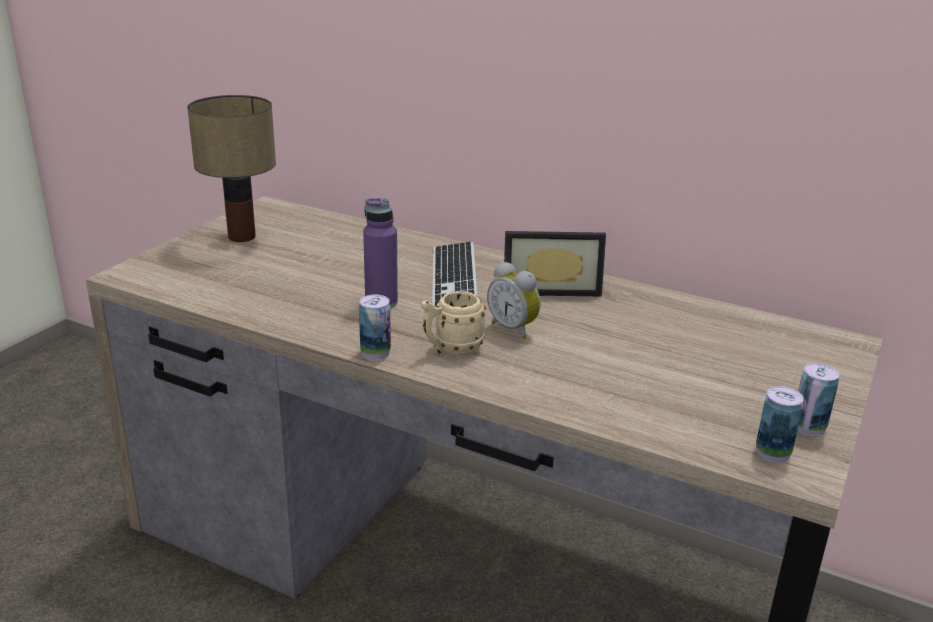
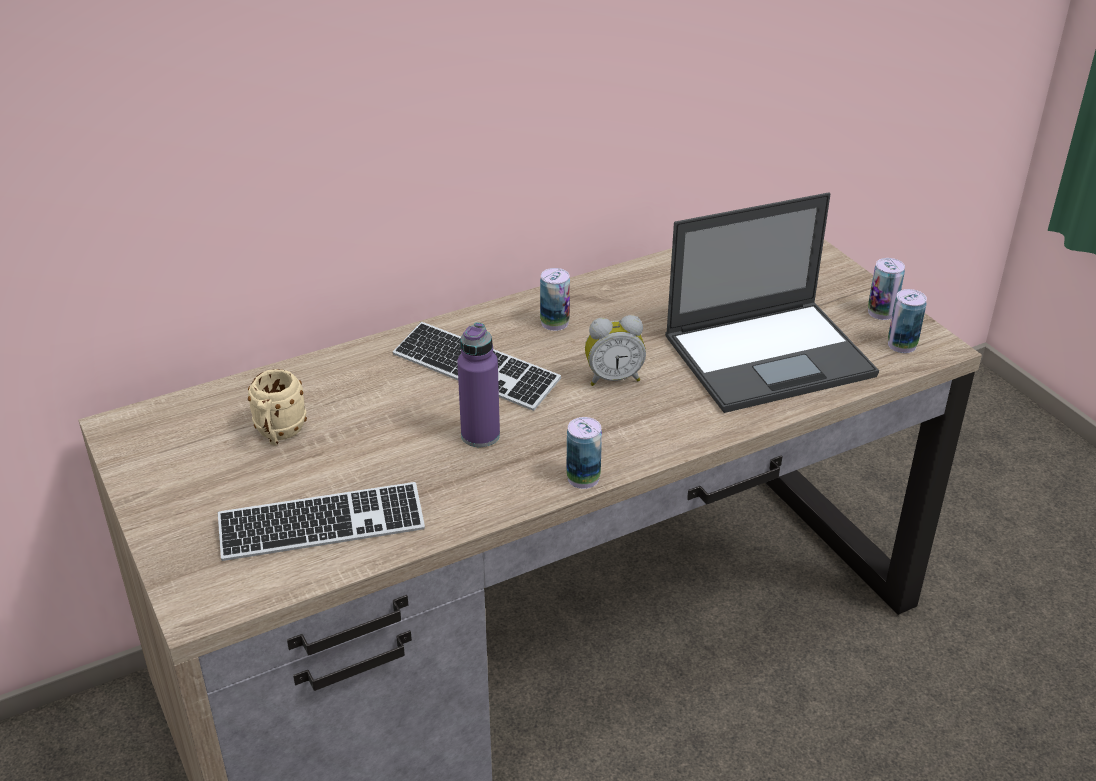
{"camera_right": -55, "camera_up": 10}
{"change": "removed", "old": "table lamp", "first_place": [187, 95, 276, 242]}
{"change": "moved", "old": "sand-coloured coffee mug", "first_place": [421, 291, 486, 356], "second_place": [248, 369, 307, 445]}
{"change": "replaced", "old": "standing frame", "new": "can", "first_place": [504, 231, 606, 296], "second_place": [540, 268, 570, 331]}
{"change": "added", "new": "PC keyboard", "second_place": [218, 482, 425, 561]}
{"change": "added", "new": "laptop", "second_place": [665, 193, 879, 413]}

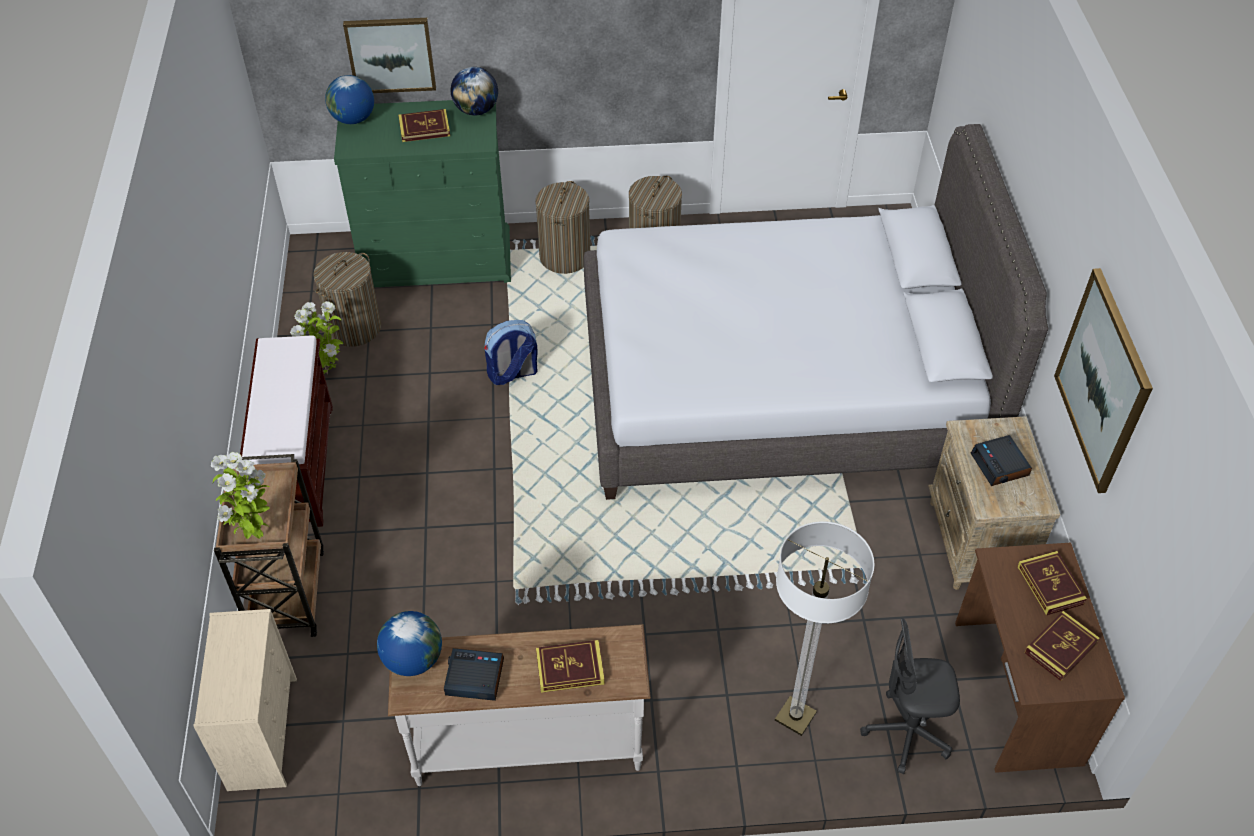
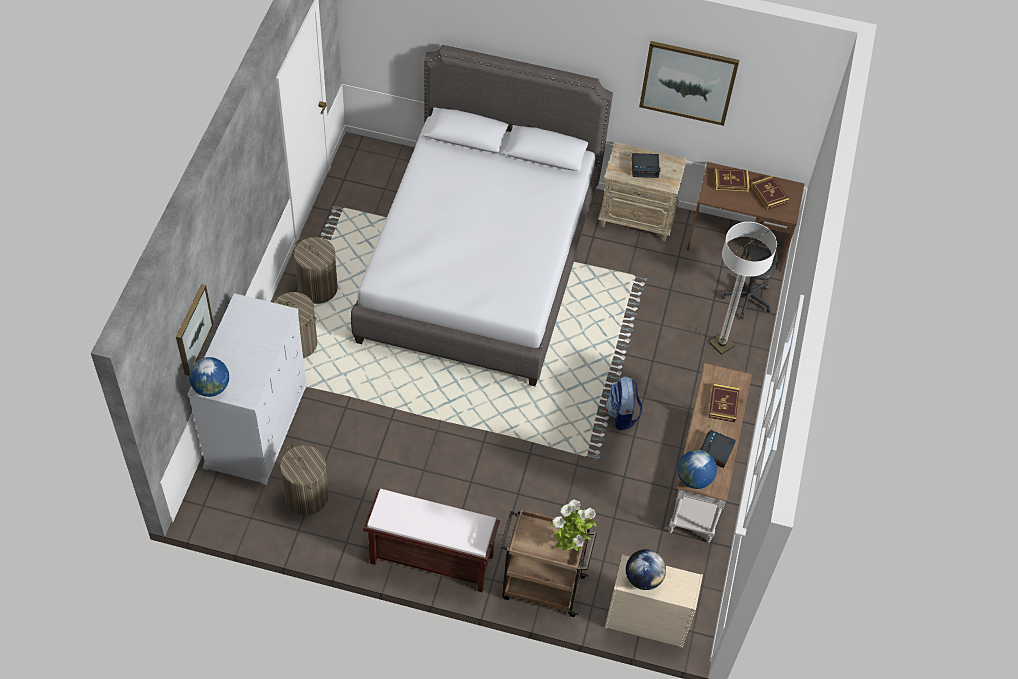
{"camera_right": -75, "camera_up": 5}
{"change": "removed", "old": "plant in a pot", "first_place": [290, 301, 343, 375]}
{"change": "recoloured", "old": "greenish drawer chest", "new": "white drawer chest", "first_place": [334, 100, 511, 287], "second_place": [188, 293, 308, 485]}
{"change": "removed", "old": "book", "first_place": [398, 109, 450, 142]}
{"change": "moved", "old": "globe", "first_place": [451, 67, 498, 116], "second_place": [626, 549, 666, 590]}
{"change": "moved", "old": "backpack", "first_place": [484, 320, 538, 385], "second_place": [605, 377, 643, 430]}

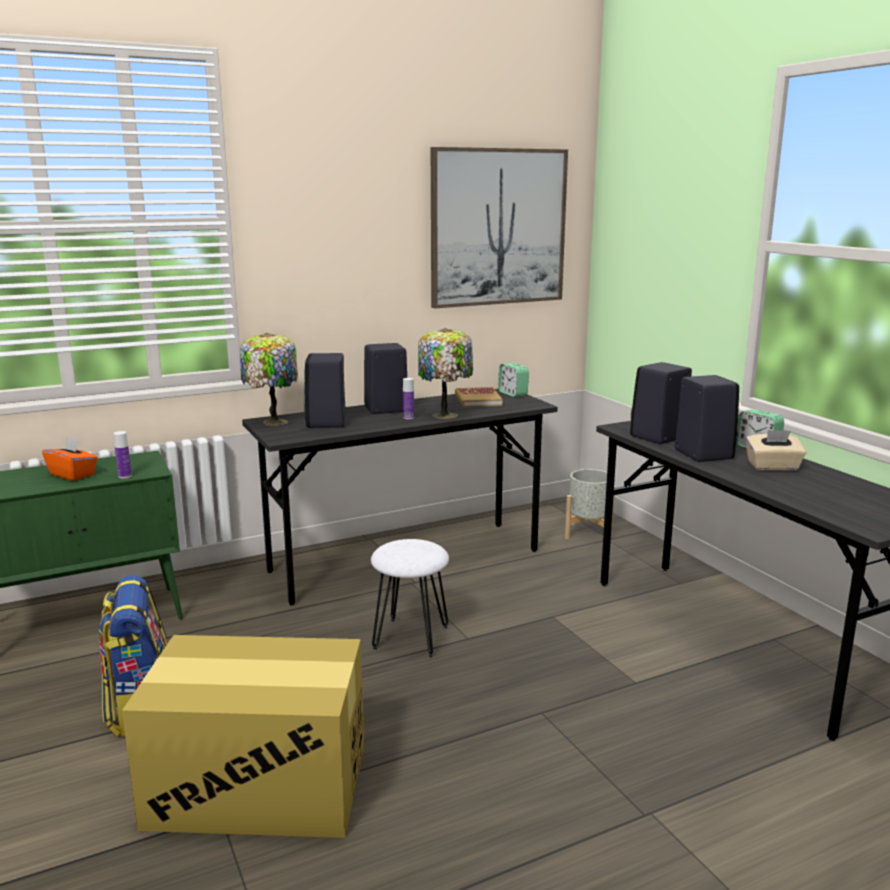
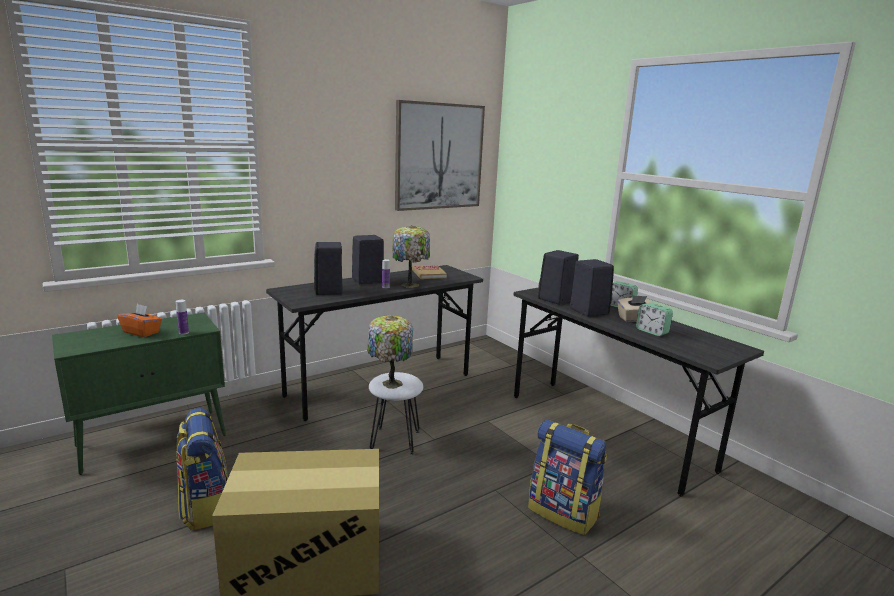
{"camera_right": -10, "camera_up": 0}
{"change": "moved", "old": "table lamp", "first_place": [240, 333, 298, 426], "second_place": [367, 315, 413, 389]}
{"change": "moved", "old": "table clock", "first_place": [498, 363, 529, 397], "second_place": [636, 303, 673, 336]}
{"change": "removed", "old": "greyish flower pot", "first_place": [565, 469, 615, 539]}
{"change": "added", "new": "backpack", "second_place": [528, 420, 607, 535]}

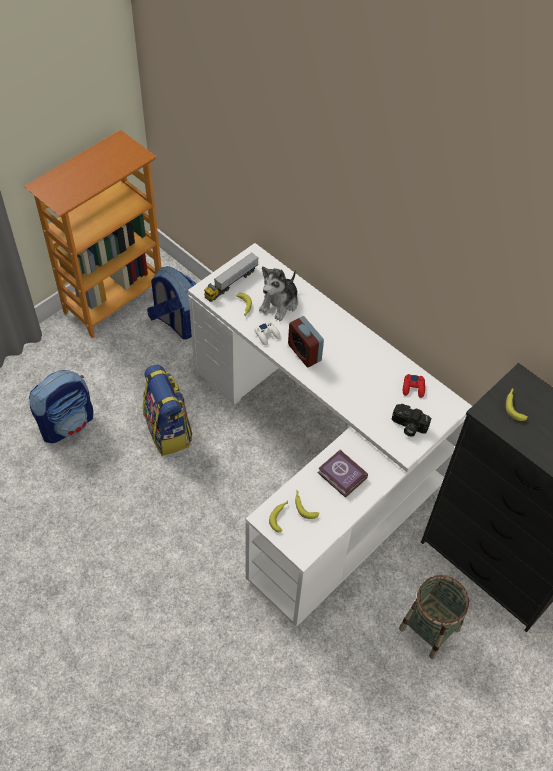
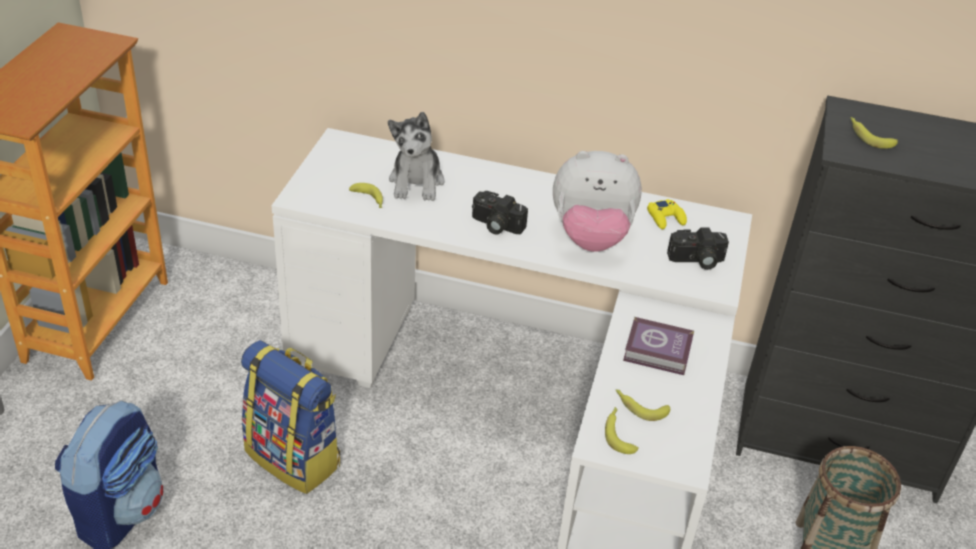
{"camera_right": -30, "camera_up": -15}
{"change": "removed", "old": "backpack", "first_place": [147, 266, 196, 340]}
{"change": "removed", "old": "model truck", "first_place": [204, 252, 259, 302]}
{"change": "removed", "old": "white joypad", "first_place": [254, 321, 281, 345]}
{"change": "replaced", "old": "table clock", "new": "photo camera", "first_place": [288, 316, 324, 368], "second_place": [472, 191, 528, 234]}
{"change": "recoloured", "old": "red joypad", "new": "yellowish joypad", "first_place": [403, 374, 425, 398], "second_place": [647, 199, 687, 229]}
{"change": "added", "new": "plush toy", "second_place": [553, 151, 642, 252]}

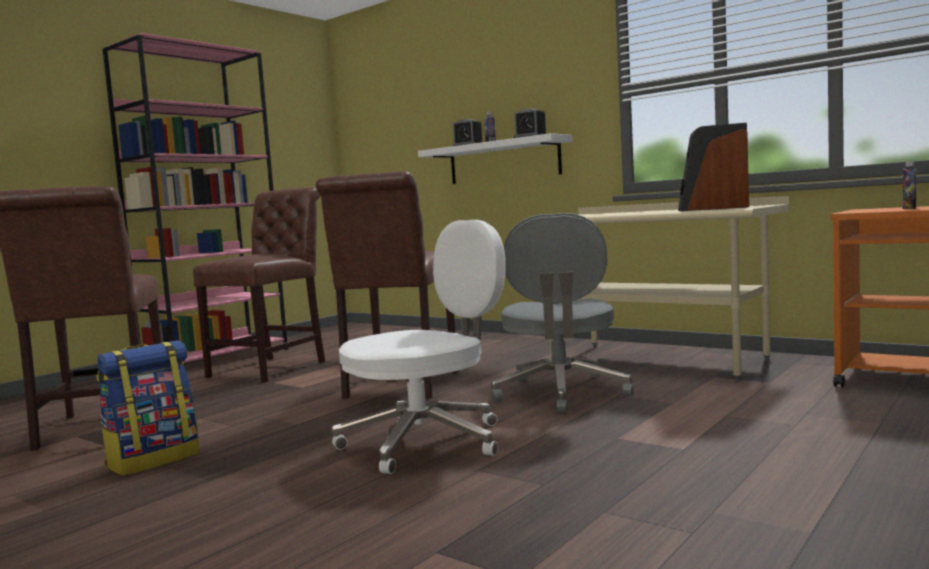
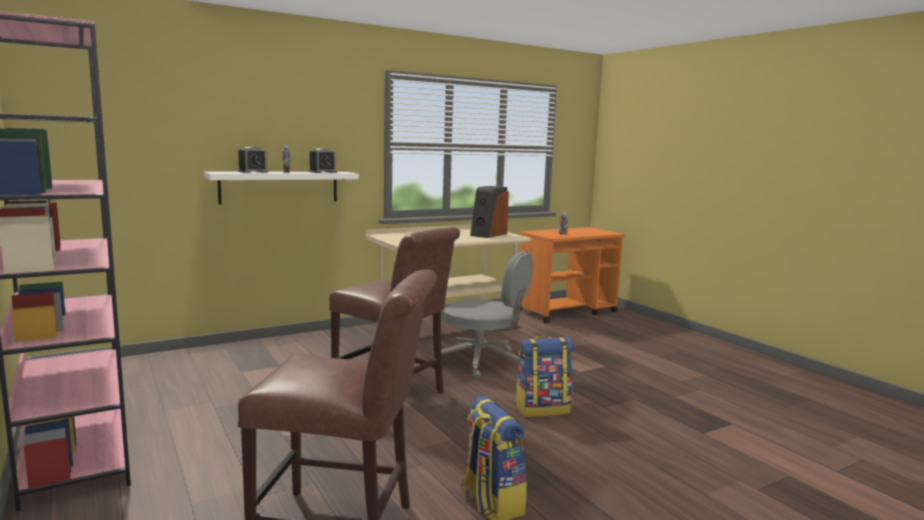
{"camera_right": -70, "camera_up": 5}
{"change": "removed", "old": "brown-coloured chair", "first_place": [193, 187, 325, 383]}
{"change": "replaced", "old": "white desk chair", "new": "backpack", "first_place": [331, 220, 505, 474], "second_place": [515, 336, 574, 417]}

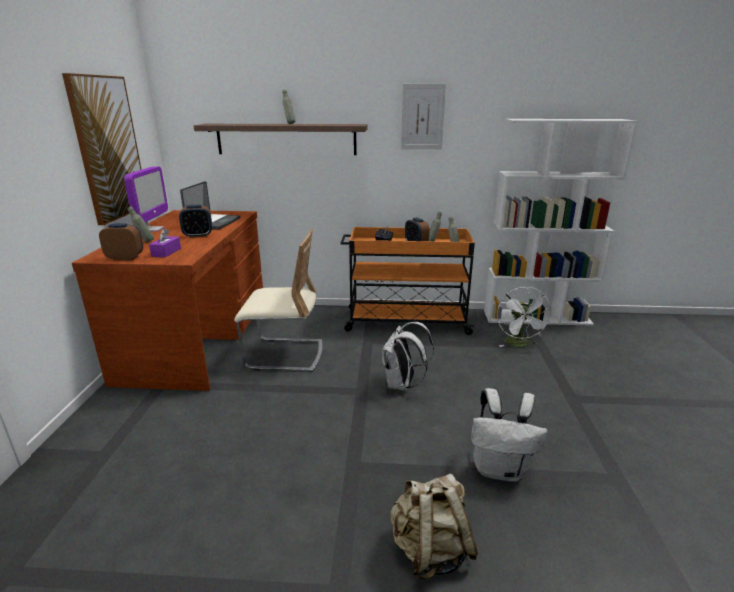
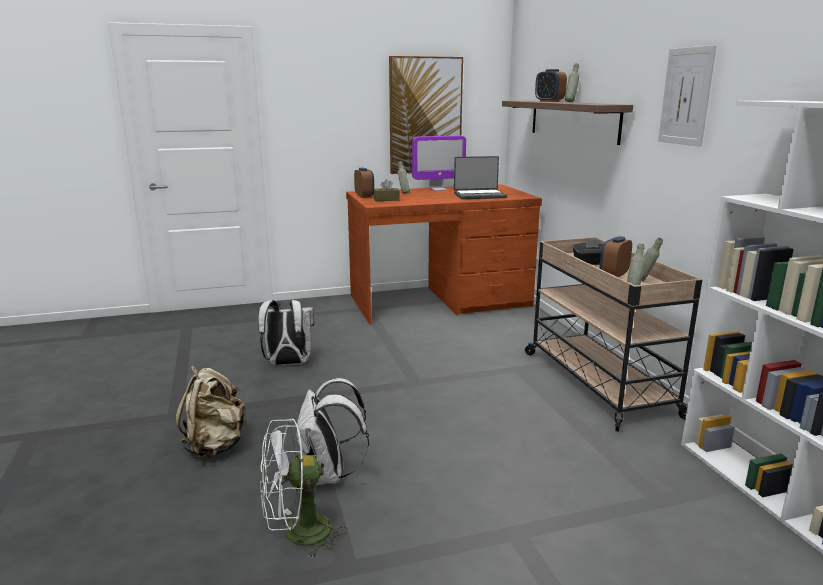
{"camera_right": 70, "camera_up": -5}
{"change": "recoloured", "old": "purple tissue box", "new": "brown-coloured tissue box", "first_place": [149, 228, 181, 257], "second_place": [374, 179, 400, 201]}
{"change": "moved", "old": "table clock", "first_place": [179, 205, 212, 238], "second_place": [535, 69, 567, 102]}
{"change": "removed", "old": "sand-coloured chair", "first_place": [234, 229, 323, 372]}
{"change": "recoloured", "old": "orangey trolley", "new": "sand-coloured trolley", "first_place": [341, 227, 475, 335], "second_place": [525, 237, 702, 432]}
{"change": "moved", "old": "white backpack", "first_place": [382, 322, 434, 391], "second_place": [258, 300, 314, 365]}
{"change": "moved", "old": "white cooling fan", "first_place": [497, 287, 554, 348], "second_place": [260, 419, 347, 559]}

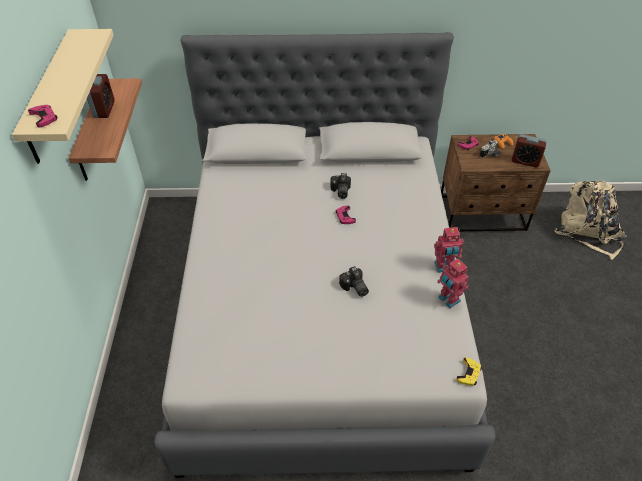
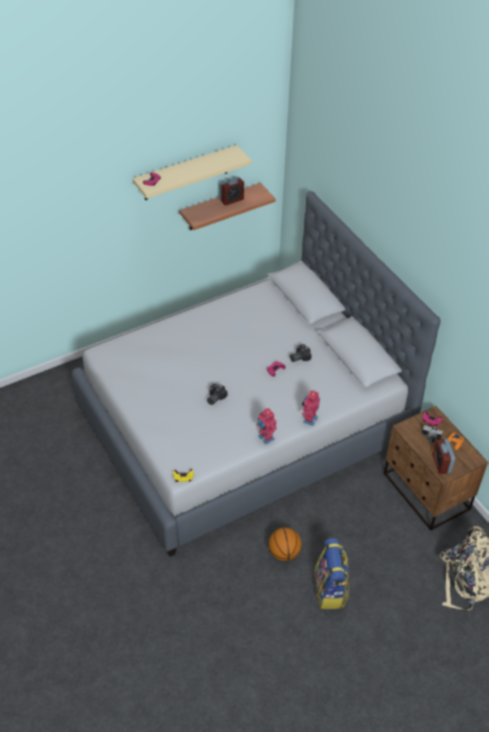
{"camera_right": 60, "camera_up": 0}
{"change": "moved", "old": "model robot", "first_place": [437, 259, 469, 308], "second_place": [302, 390, 320, 426]}
{"change": "added", "new": "basketball", "second_place": [269, 527, 302, 561]}
{"change": "added", "new": "backpack", "second_place": [315, 538, 349, 609]}

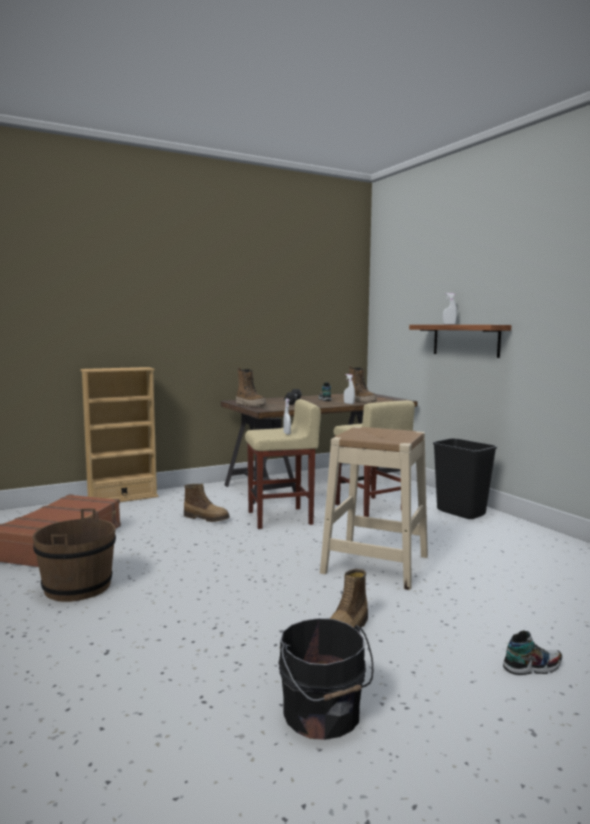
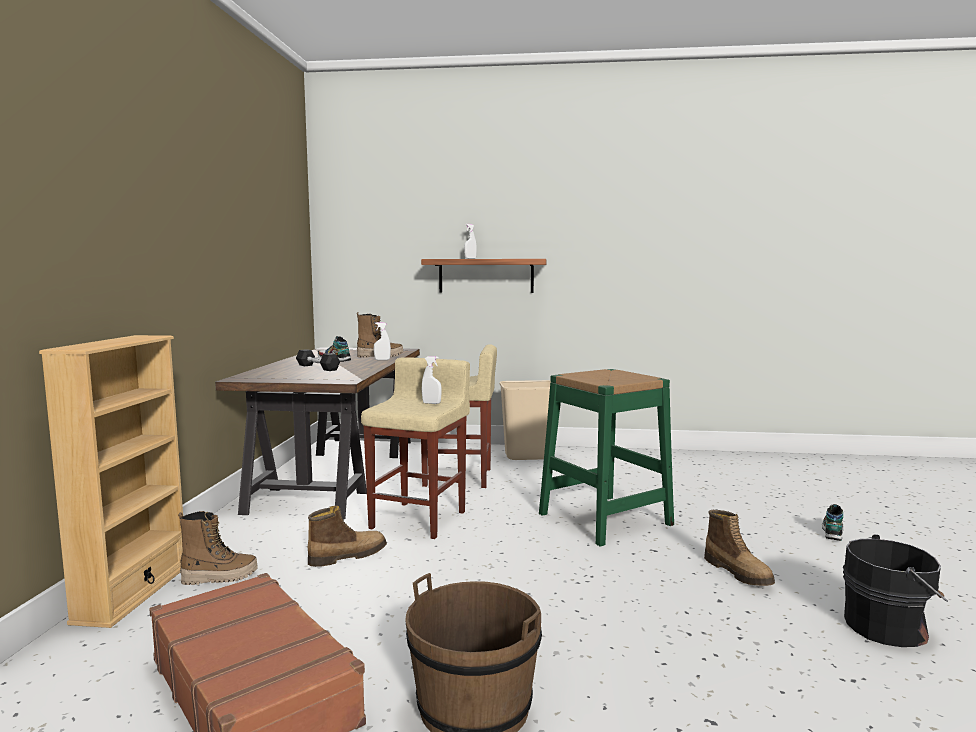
{"camera_right": -55, "camera_up": 0}
{"change": "moved", "old": "boot", "first_place": [236, 367, 266, 407], "second_place": [178, 511, 258, 585]}
{"change": "recoloured", "old": "sand-coloured sitting stool", "new": "greenish sitting stool", "first_place": [320, 427, 428, 590], "second_place": [539, 369, 674, 547]}
{"change": "recoloured", "old": "blackish rubbish bin", "new": "sand-coloured rubbish bin", "first_place": [433, 438, 497, 519], "second_place": [500, 380, 551, 460]}

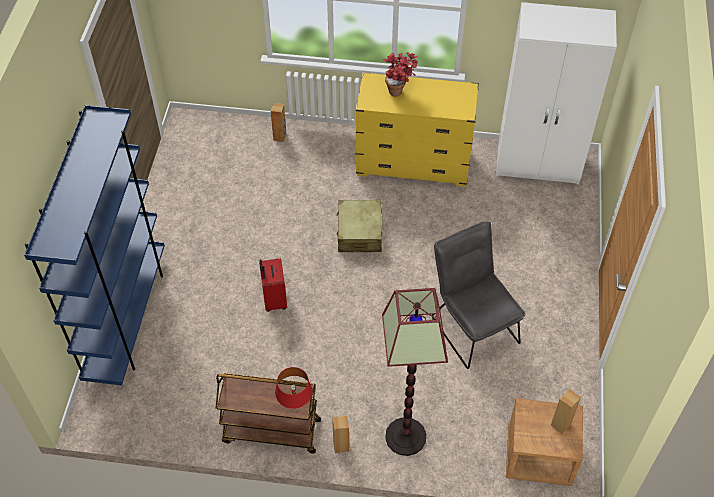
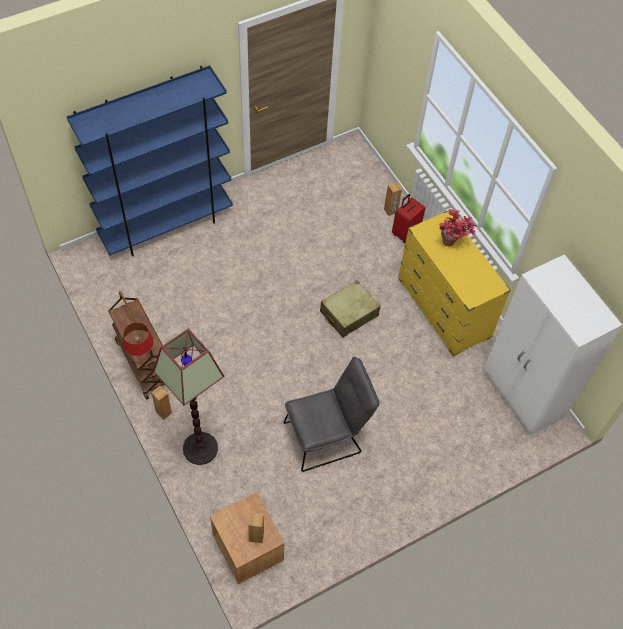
{"camera_right": 50, "camera_up": 5}
{"change": "moved", "old": "red suitcase", "first_place": [259, 258, 287, 312], "second_place": [392, 194, 426, 243]}
{"change": "turned", "old": "greyish chair", "first_place": [432, 222, 525, 369], "second_place": [283, 357, 380, 472], "degrees": 45}

